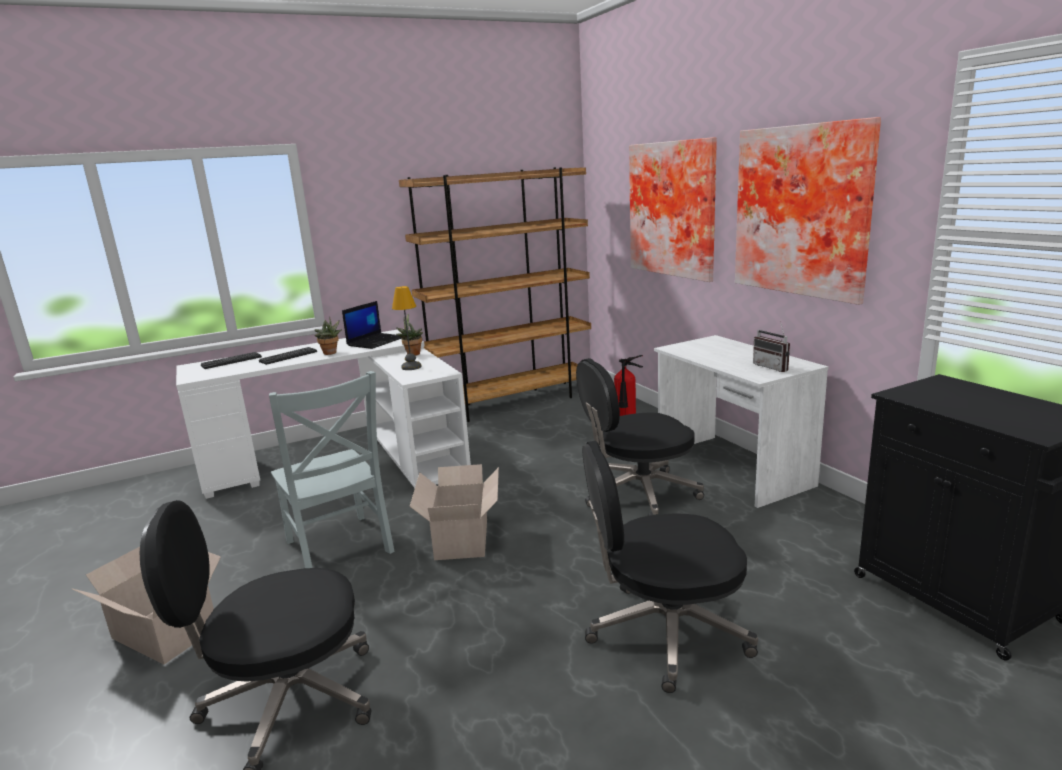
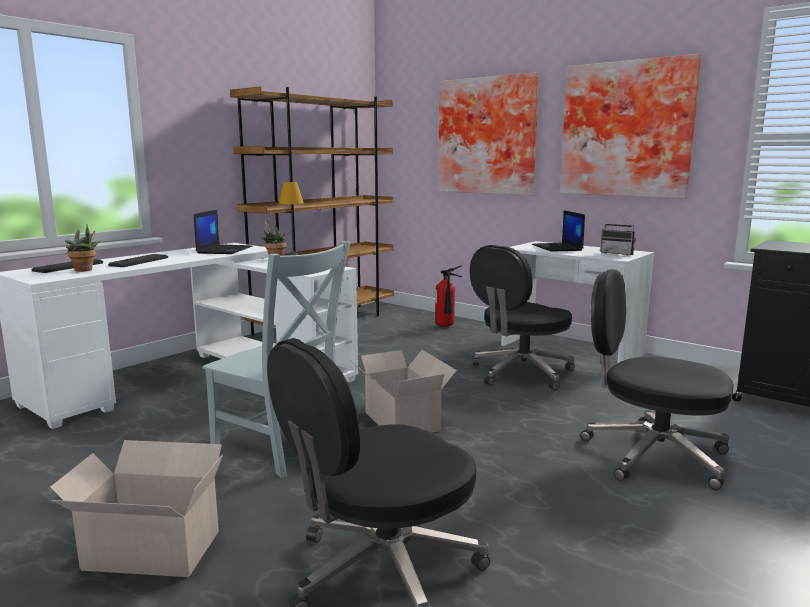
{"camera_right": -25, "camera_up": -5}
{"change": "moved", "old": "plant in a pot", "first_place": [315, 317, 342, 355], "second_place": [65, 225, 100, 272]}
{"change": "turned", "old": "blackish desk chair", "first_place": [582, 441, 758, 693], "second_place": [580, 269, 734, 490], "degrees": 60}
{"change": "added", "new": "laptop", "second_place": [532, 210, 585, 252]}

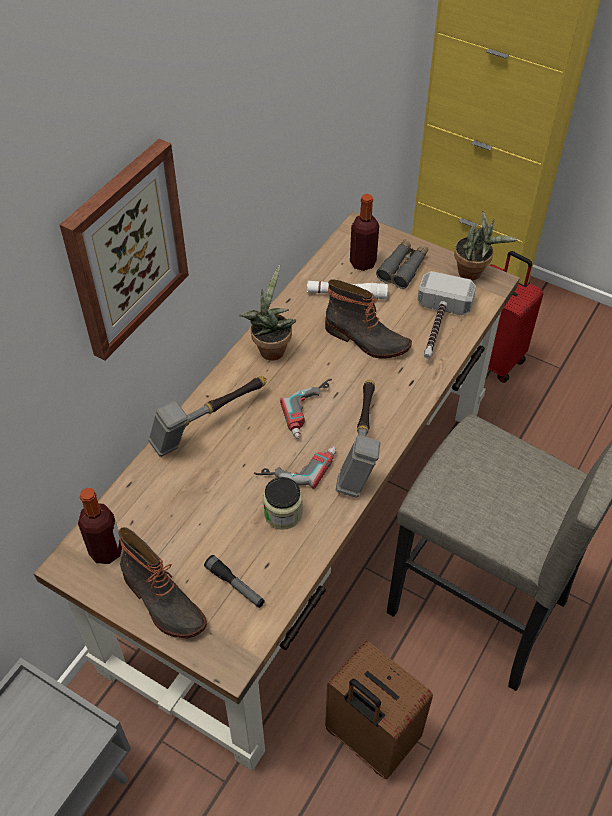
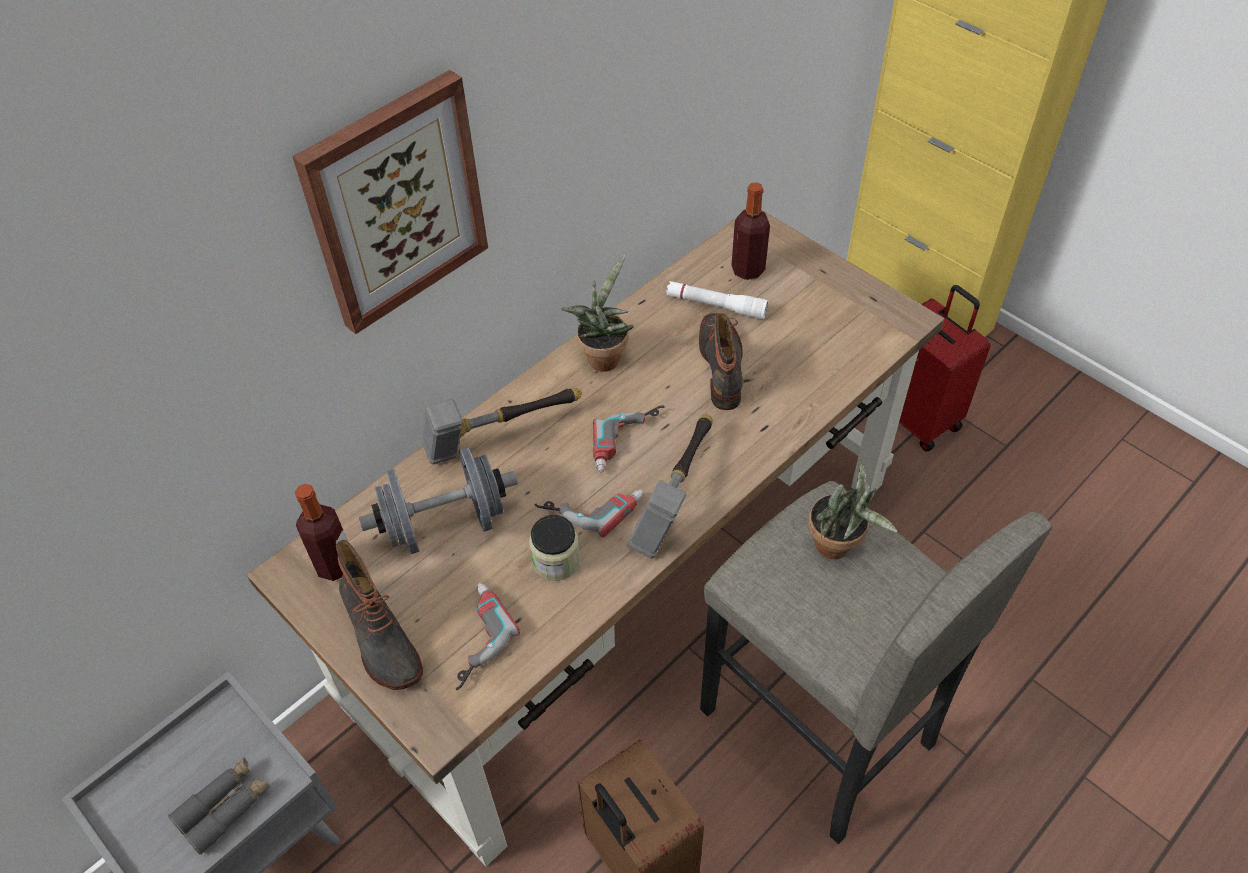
{"camera_right": 15, "camera_up": 0}
{"change": "replaced", "old": "torch", "new": "drill", "first_place": [204, 555, 265, 608], "second_place": [456, 583, 520, 691]}
{"change": "turned", "old": "boot", "first_place": [325, 279, 412, 359], "second_place": [699, 313, 743, 410], "degrees": -135}
{"change": "moved", "old": "greyish pair of binoculars", "first_place": [376, 239, 428, 289], "second_place": [168, 757, 270, 854]}
{"change": "removed", "old": "hammer", "first_place": [417, 271, 476, 359]}
{"change": "moved", "old": "plant in a pot", "first_place": [454, 210, 518, 280], "second_place": [808, 462, 897, 559]}
{"change": "added", "new": "greyish free weight", "second_place": [359, 448, 518, 554]}

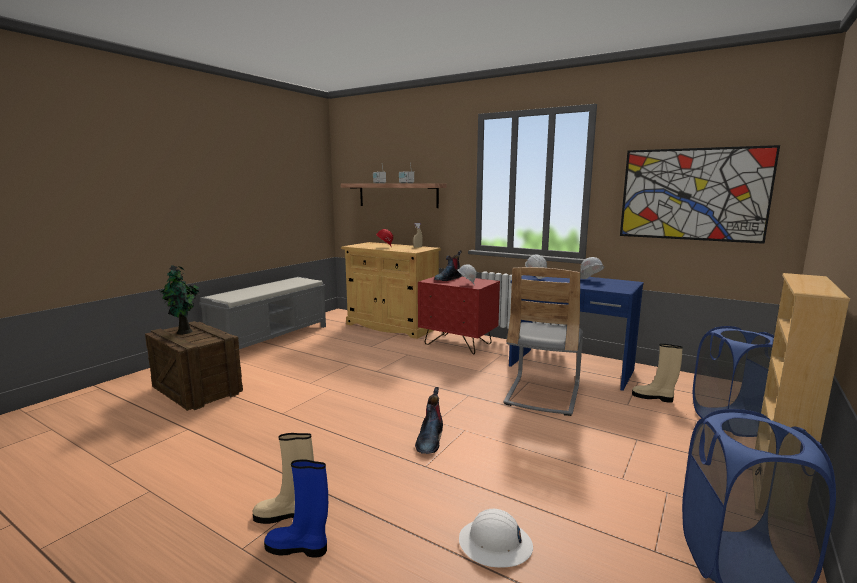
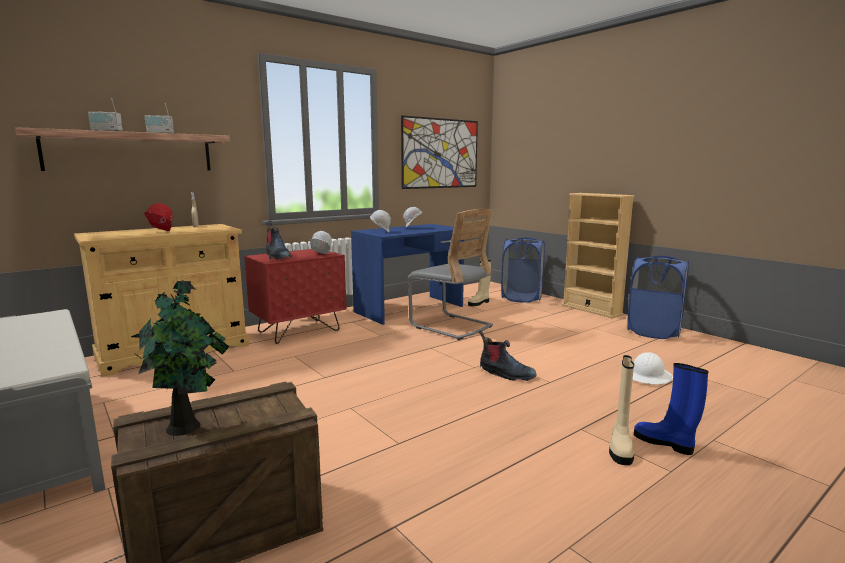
{"camera_right": -70, "camera_up": 0}
{"change": "turned", "old": "blue-coloured boot", "first_place": [264, 459, 328, 558], "second_place": [634, 363, 708, 455], "degrees": 105}

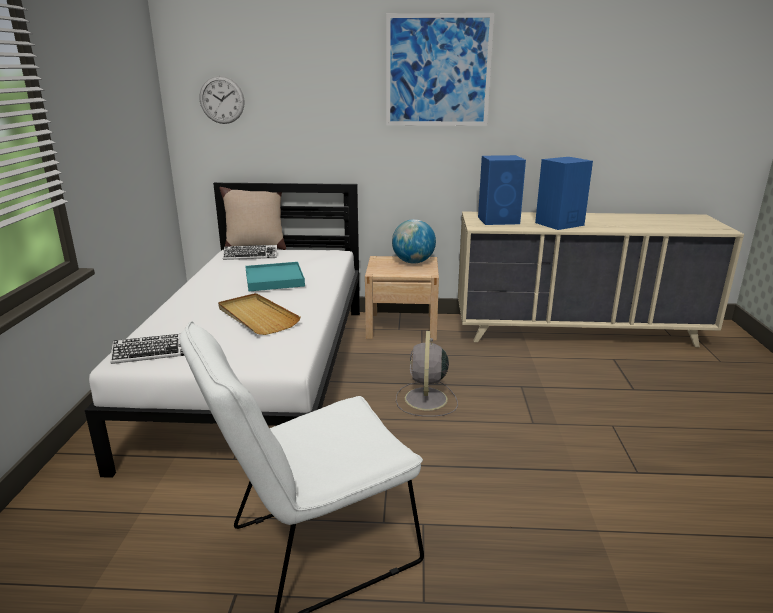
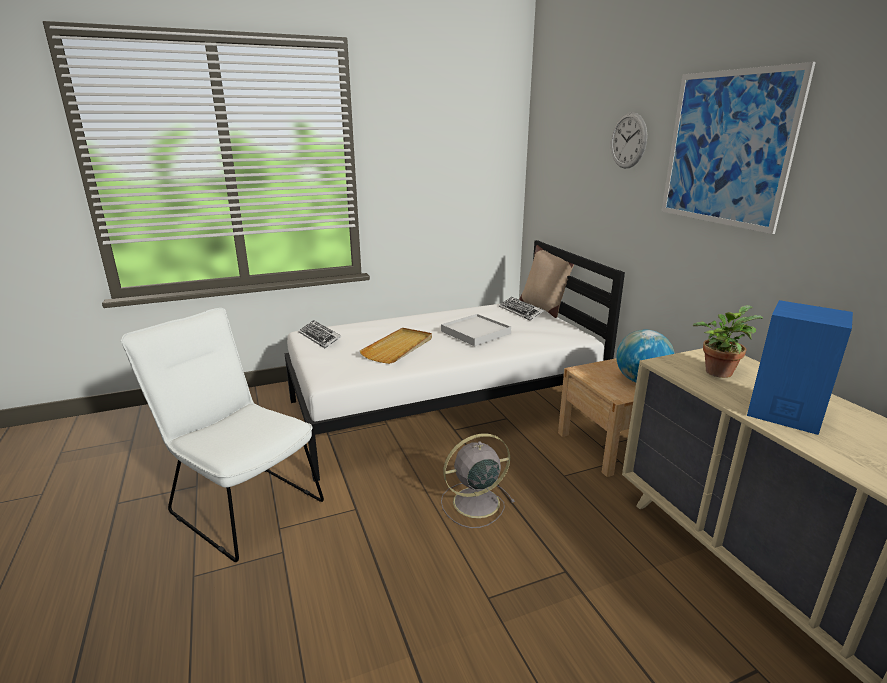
{"camera_right": 65, "camera_up": 0}
{"change": "moved", "old": "clock on the wall", "first_place": [200, 76, 245, 124], "second_place": [611, 112, 647, 169]}
{"change": "recoloured", "old": "blue-green serving tray", "new": "white serving tray", "first_place": [245, 262, 305, 291], "second_place": [441, 314, 511, 346]}
{"change": "replaced", "old": "blue-coloured loudspeaker", "new": "plant in a pot", "first_place": [478, 155, 526, 225], "second_place": [692, 305, 763, 378]}

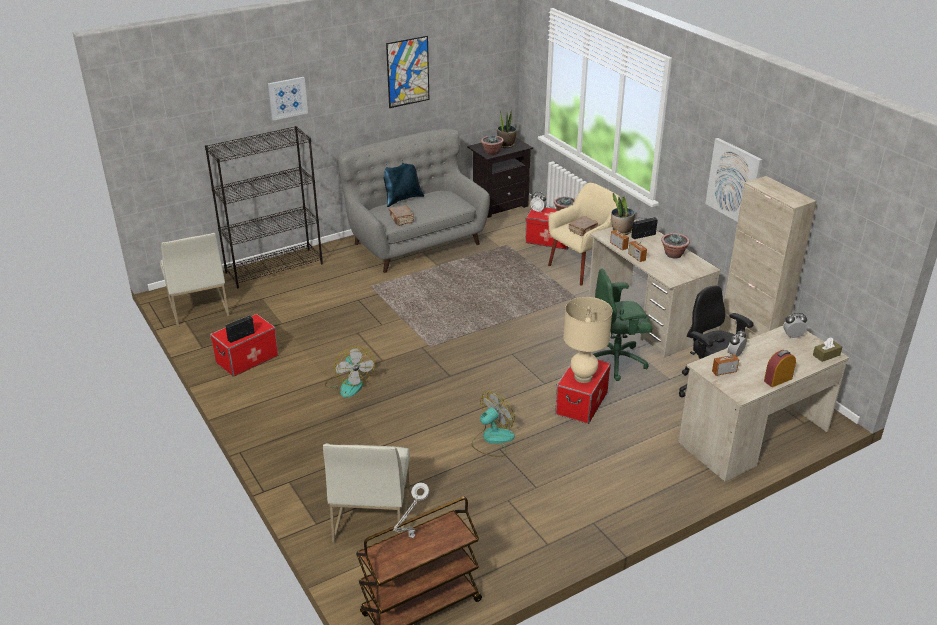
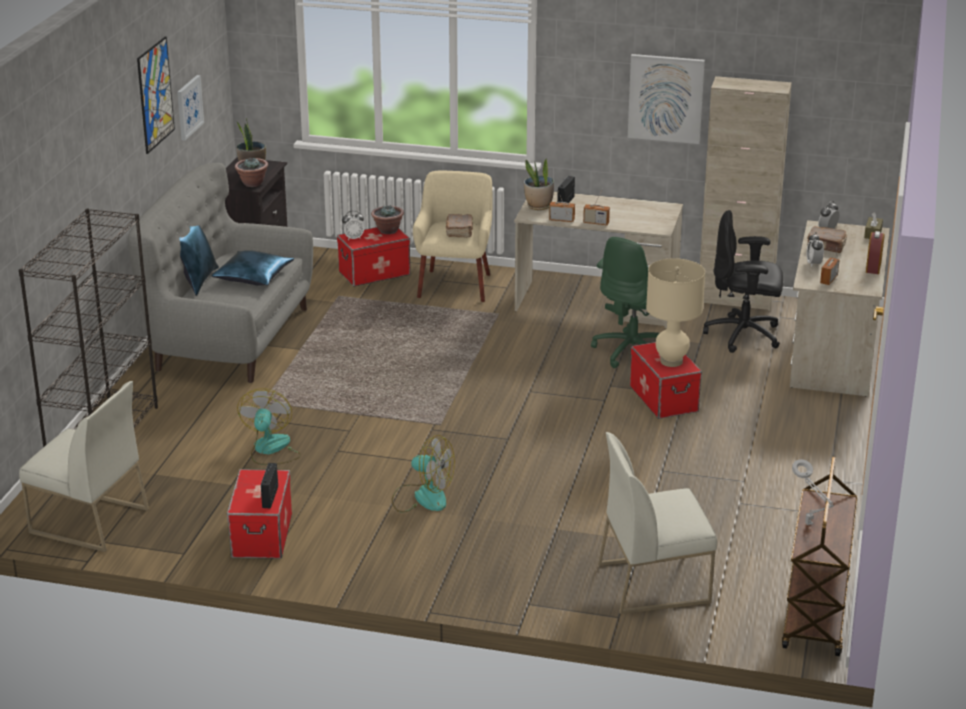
{"camera_right": -45, "camera_up": -5}
{"change": "moved", "old": "wall art", "first_place": [268, 77, 308, 121], "second_place": [177, 75, 204, 141]}
{"change": "turned", "old": "white chair", "first_place": [323, 443, 410, 543], "second_place": [598, 432, 717, 614], "degrees": 120}
{"change": "moved", "old": "brown-coloured book", "first_place": [389, 205, 414, 226], "second_place": [807, 226, 847, 253]}
{"change": "moved", "old": "cooling fan", "first_place": [471, 391, 515, 457], "second_place": [237, 388, 301, 465]}
{"change": "removed", "old": "plant in a pot", "first_place": [661, 233, 690, 259]}
{"change": "added", "new": "blue-coloured cushion", "second_place": [212, 250, 294, 285]}

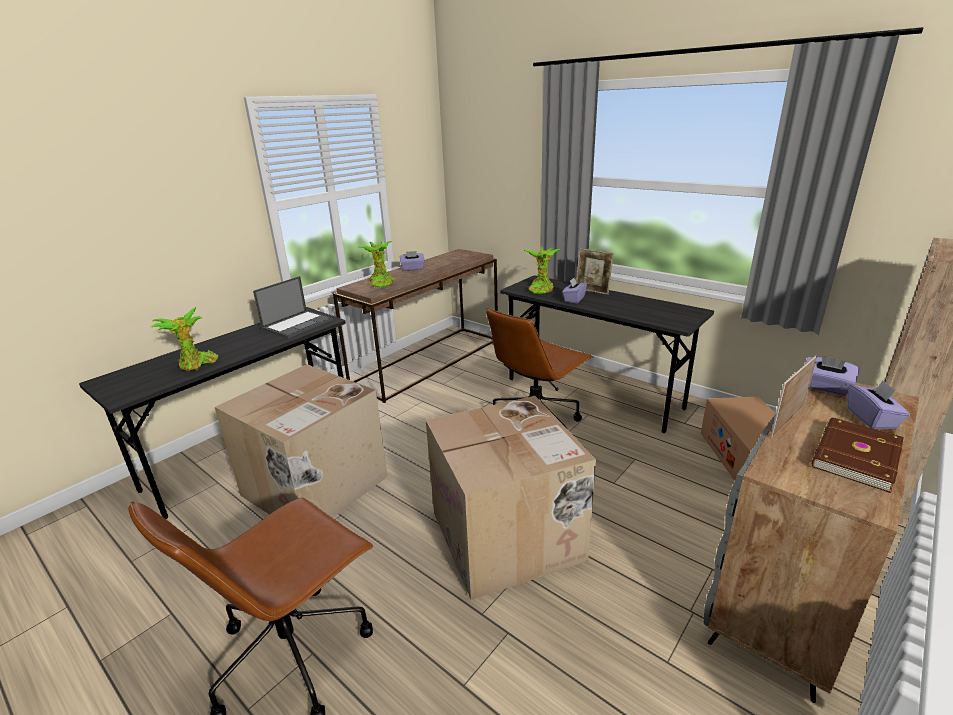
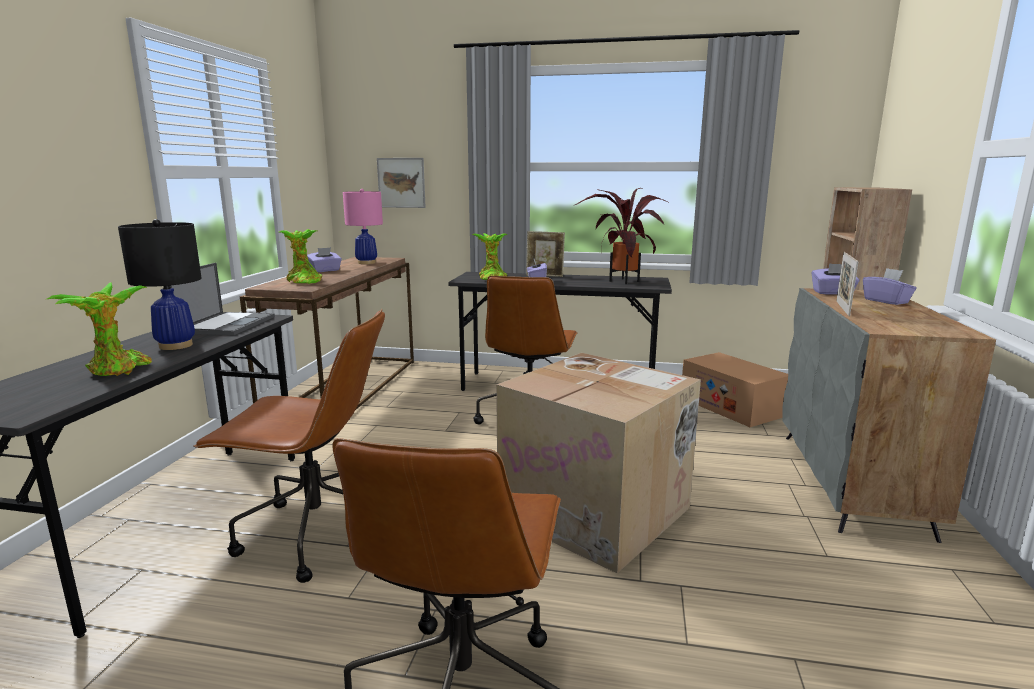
{"camera_right": -30, "camera_up": -10}
{"change": "replaced", "old": "packing box", "new": "brown-coloured desk chair", "first_place": [215, 364, 388, 518], "second_place": [193, 309, 385, 583]}
{"change": "removed", "old": "brown-coloured book", "first_place": [812, 418, 904, 493]}
{"change": "added", "new": "blackish table lamp", "second_place": [118, 219, 201, 350]}
{"change": "added", "new": "pinkish table lamp", "second_place": [343, 189, 383, 264]}
{"change": "added", "new": "wall art", "second_place": [377, 158, 426, 208]}
{"change": "added", "new": "plant in a pot", "second_place": [575, 188, 668, 284]}

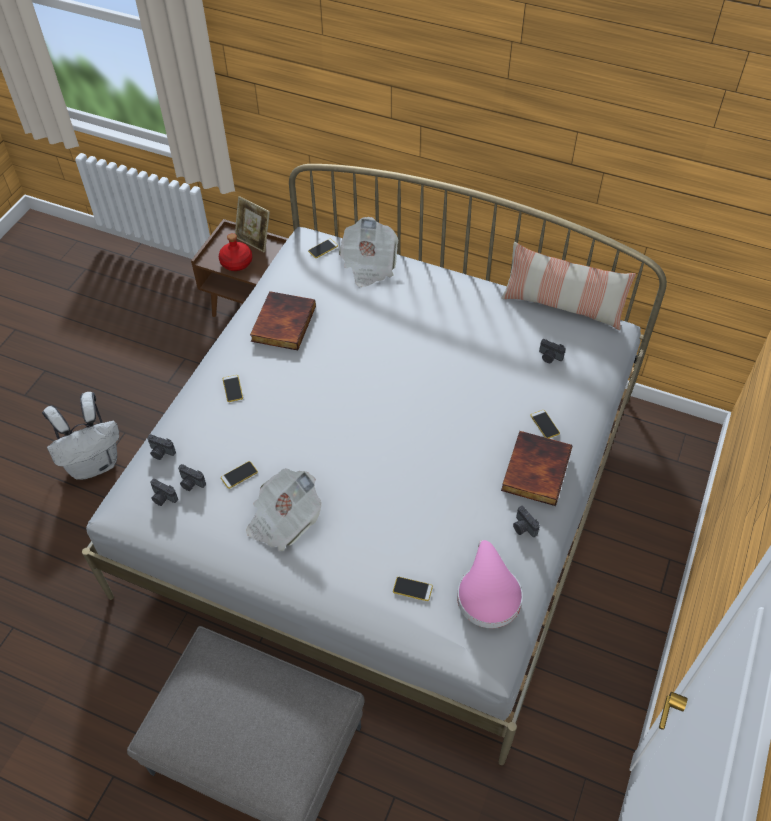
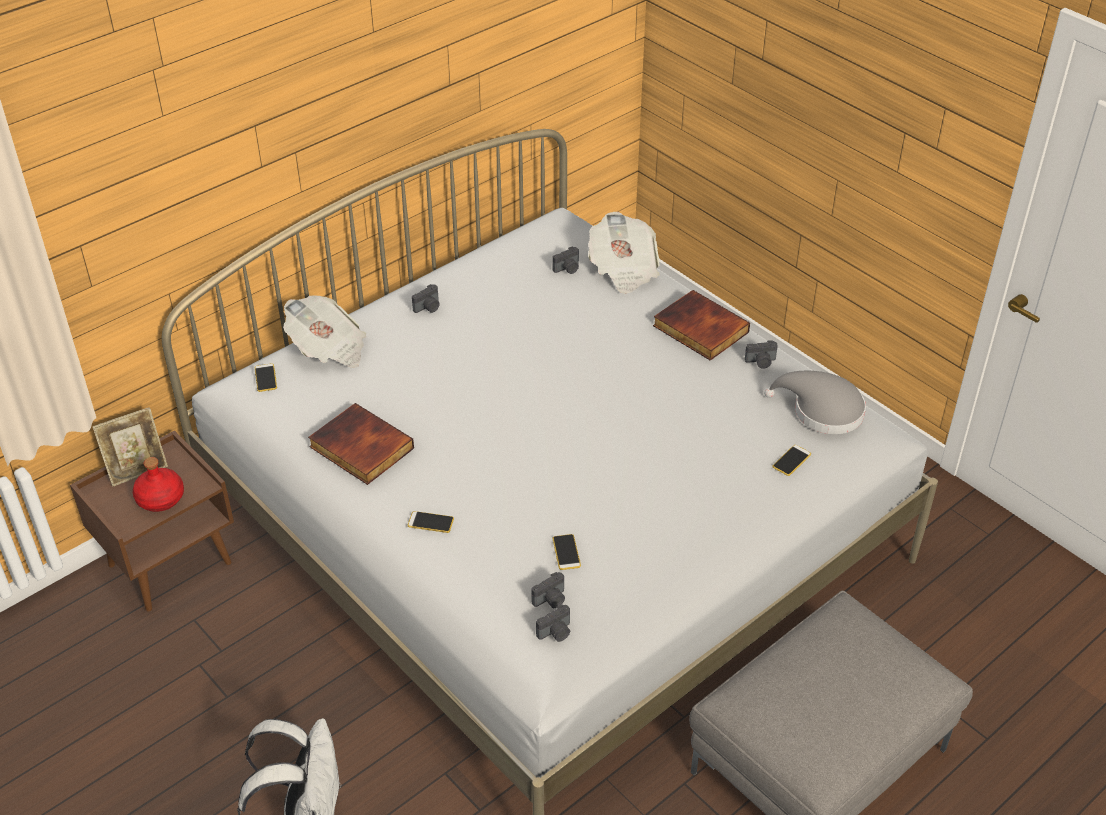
{"camera_right": -65, "camera_up": -10}
{"change": "moved", "old": "photo camera", "first_place": [147, 434, 176, 460], "second_place": [412, 284, 440, 313]}
{"change": "moved", "old": "daily paper", "first_place": [246, 468, 321, 551], "second_place": [588, 212, 660, 294]}
{"change": "recoloured", "old": "pinkish clothing hat", "new": "greyish clothing hat", "first_place": [457, 540, 523, 628], "second_place": [764, 371, 866, 434]}
{"change": "removed", "old": "cushion", "first_place": [501, 242, 636, 330]}
{"change": "removed", "old": "handset", "first_place": [530, 410, 560, 438]}

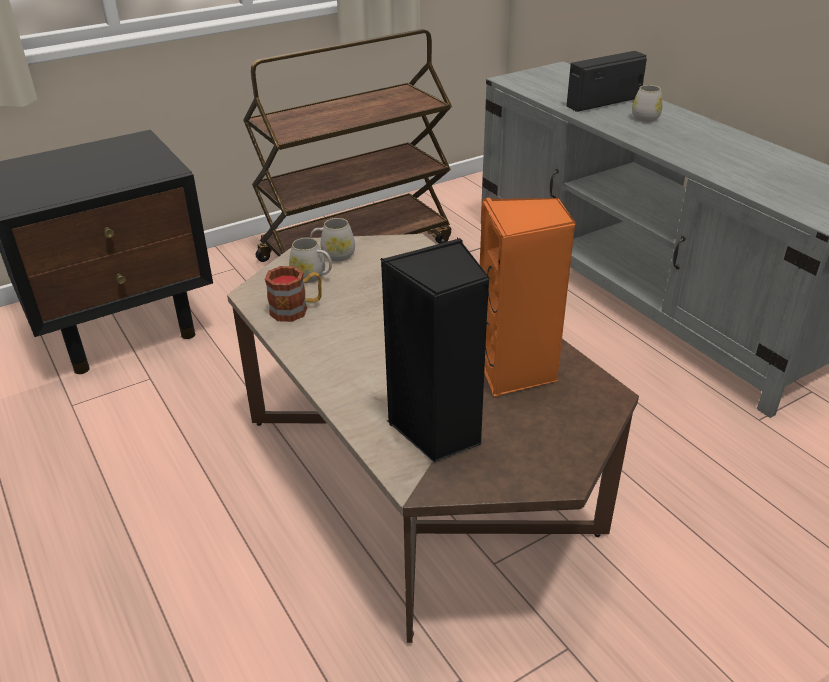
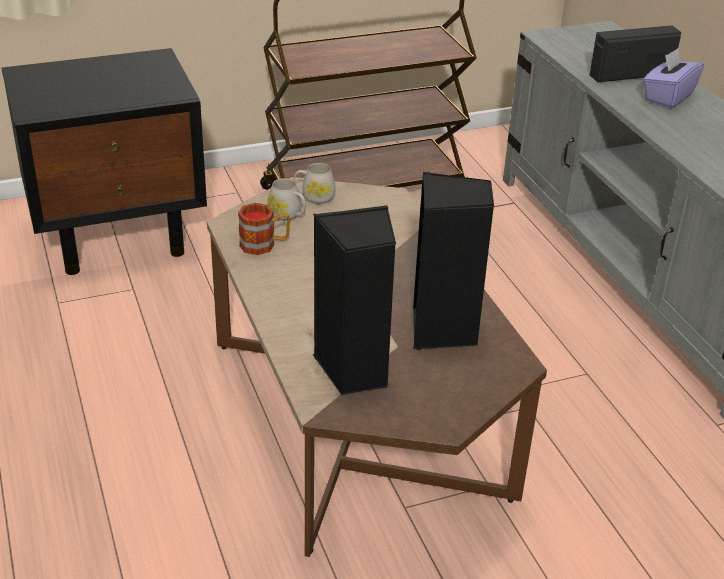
{"camera_right": 10, "camera_up": 0}
{"change": "recoloured", "old": "orangey loudspeaker", "new": "blackish loudspeaker", "first_place": [480, 198, 577, 397], "second_place": [413, 172, 494, 350]}
{"change": "replaced", "old": "white coffee mug", "new": "purple tissue box", "first_place": [632, 85, 662, 122], "second_place": [643, 48, 704, 108]}

